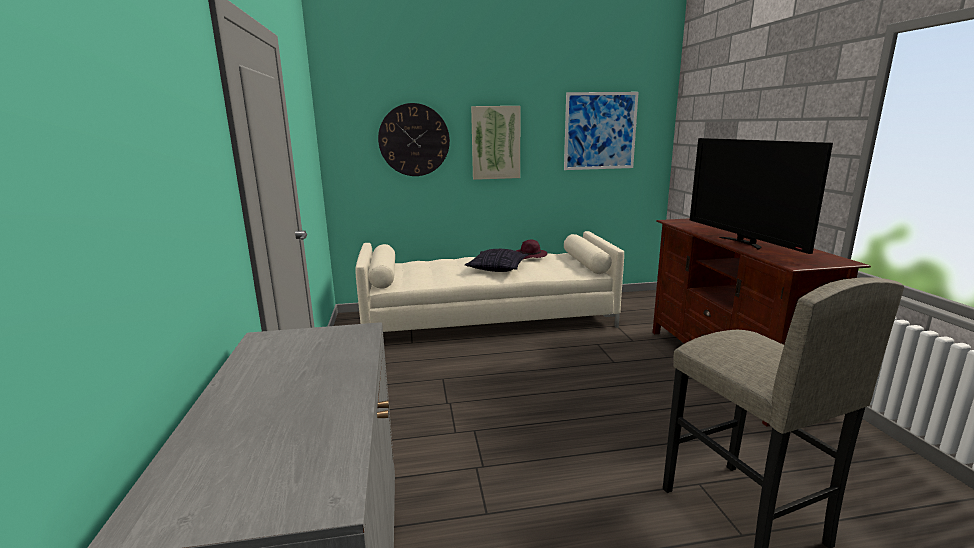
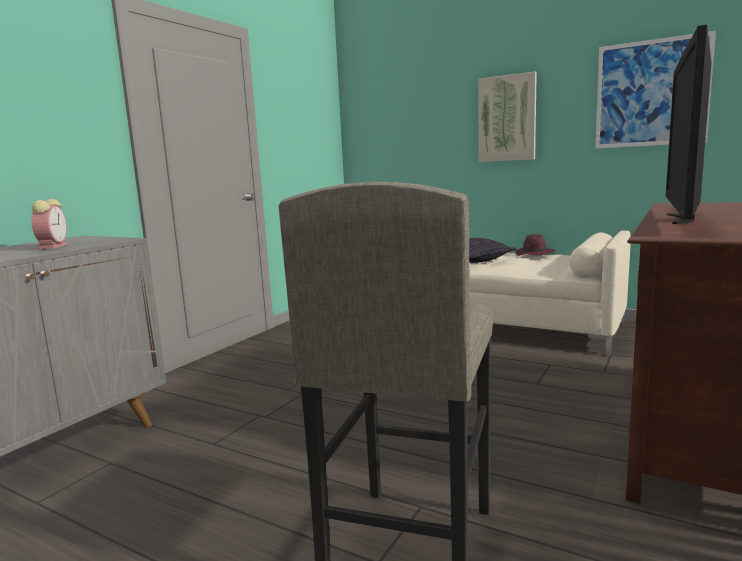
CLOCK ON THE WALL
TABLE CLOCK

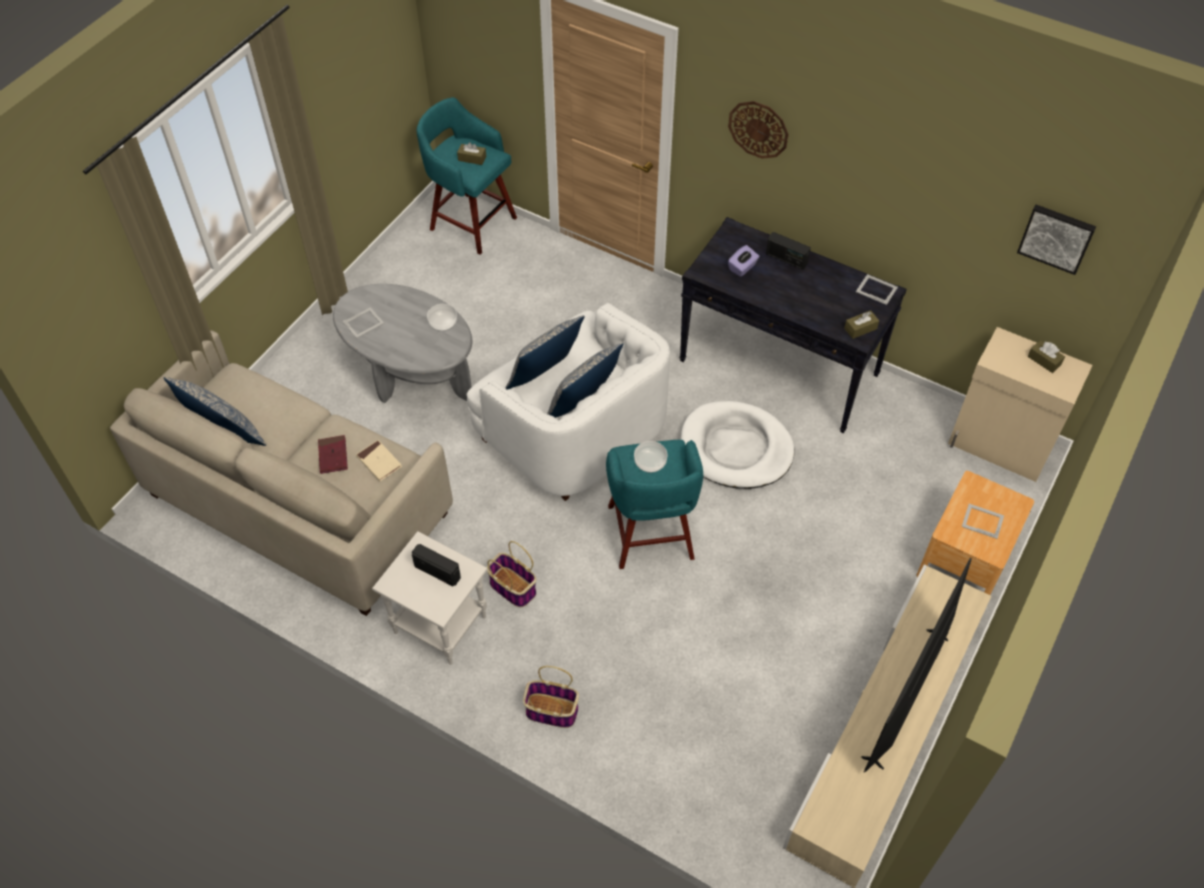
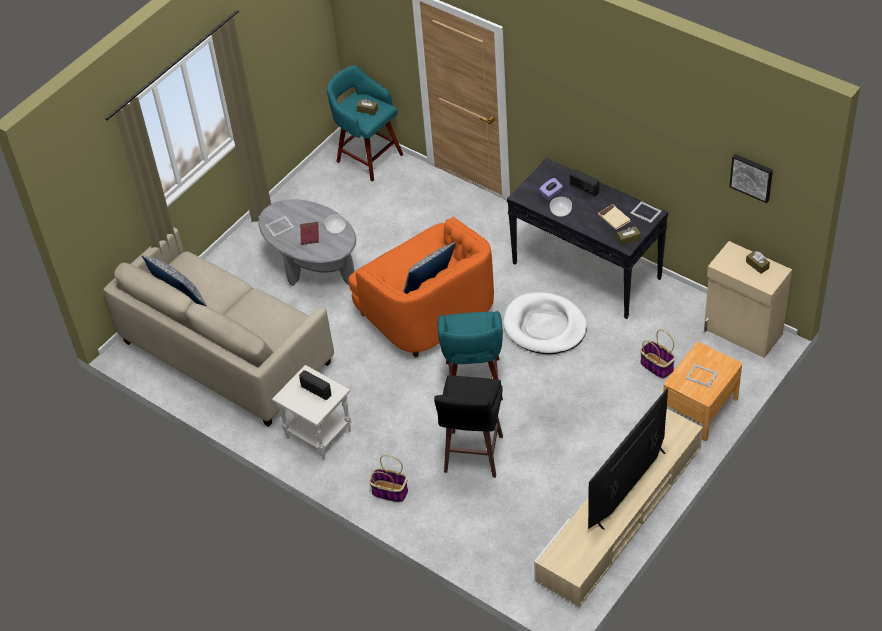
RED-COLOURED BOOK
BEIGE-COLOURED BOOK
ORANGE-COLOURED LOUNGE CHAIR
STORAGE BASKET (no. 2 from left)
CUSHION (no. 2 from left in the first image)
DEEP DISH (no. 2 from left)
CLOCK ON THE WALL
BLACK SITTING STOOL

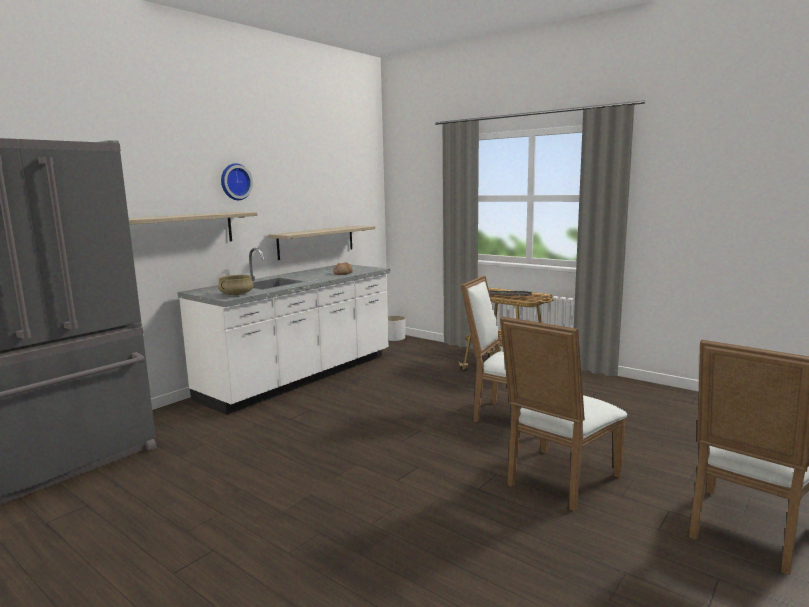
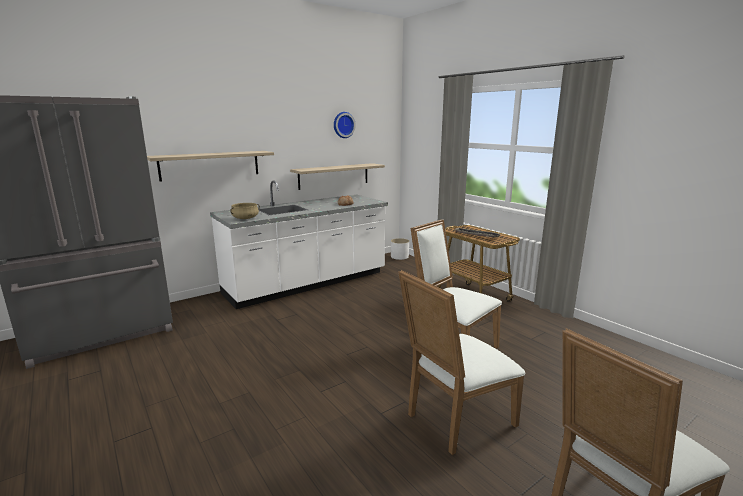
CLOCK ON THE WALL

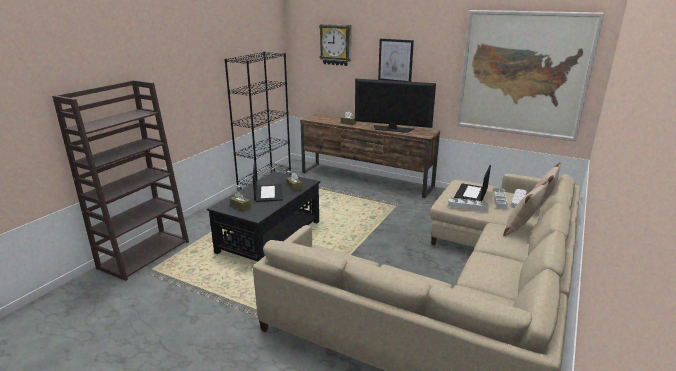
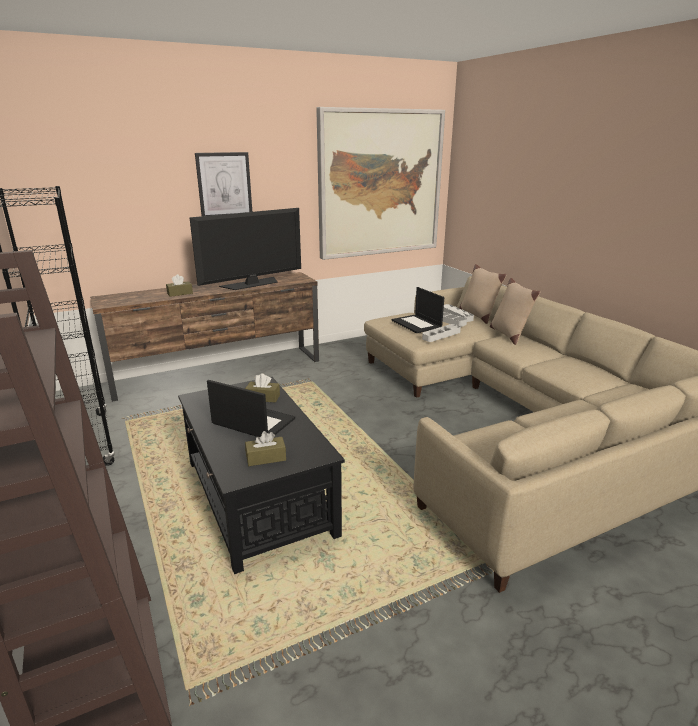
CLOCK ON THE WALL

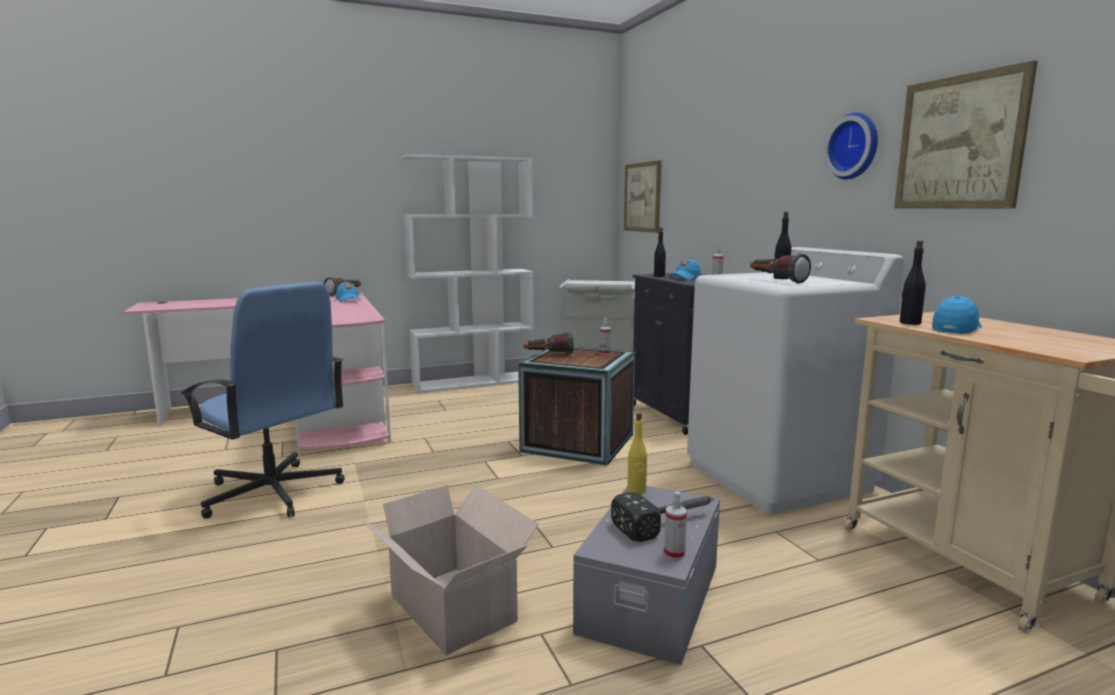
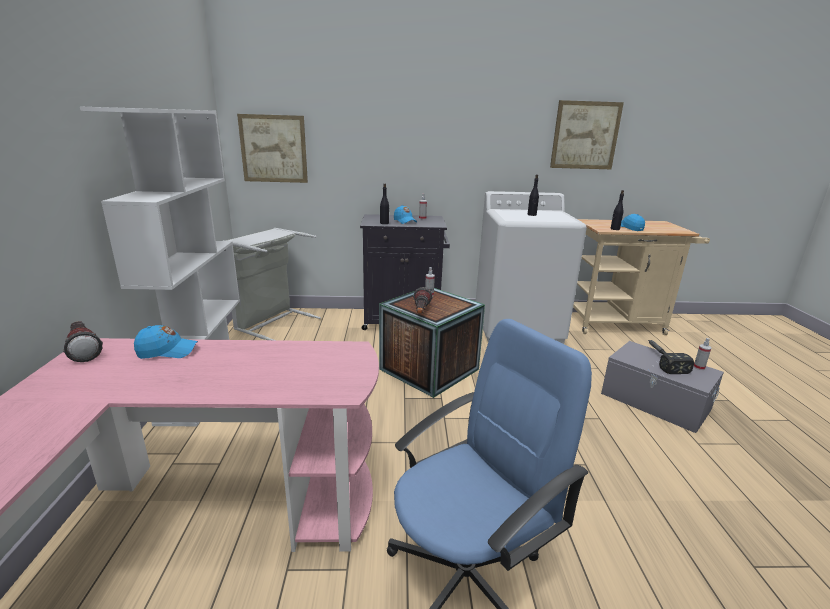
CARTON
YELLOW-COLOURED BOTTLE
TORCH (no. 3 from left in the first image)
CLOCK ON THE WALL

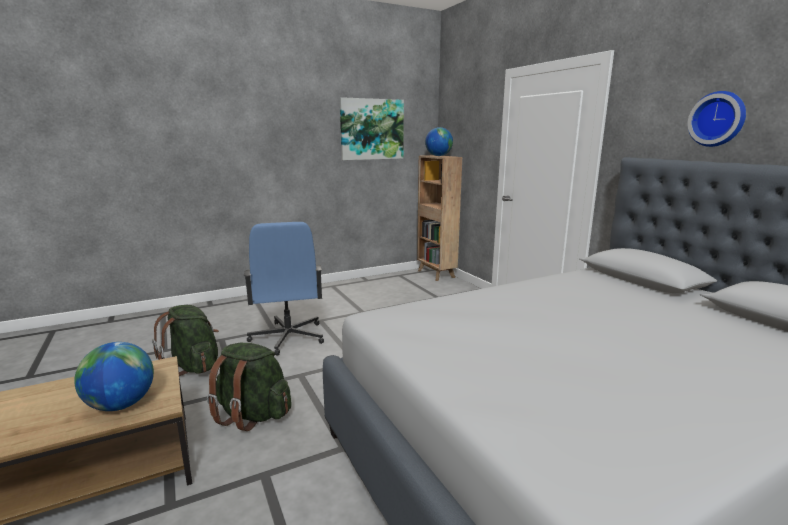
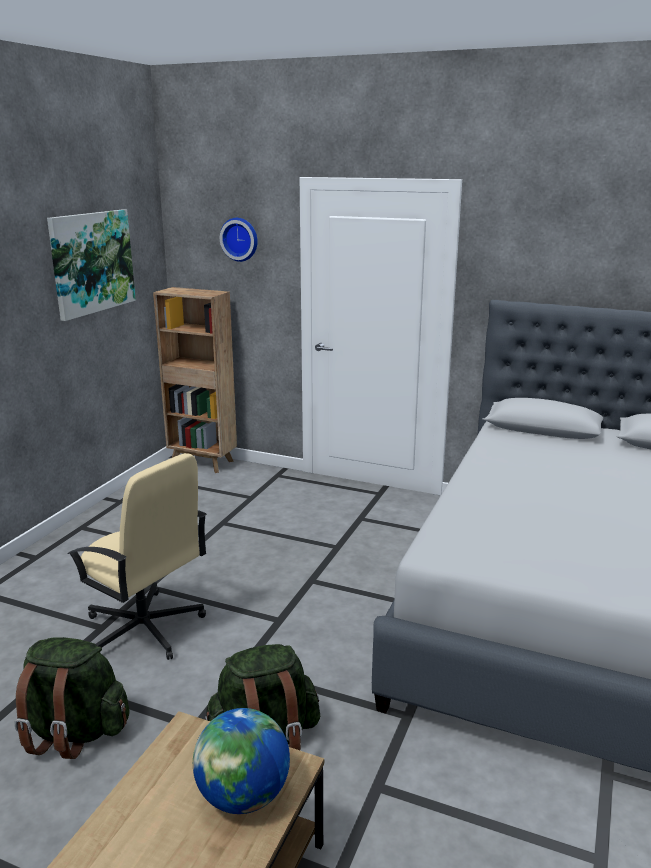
BEIGE-COLOURED DESK CHAIR
DESK GLOBE (no. 2 from left in the first image)
CLOCK ON THE WALL

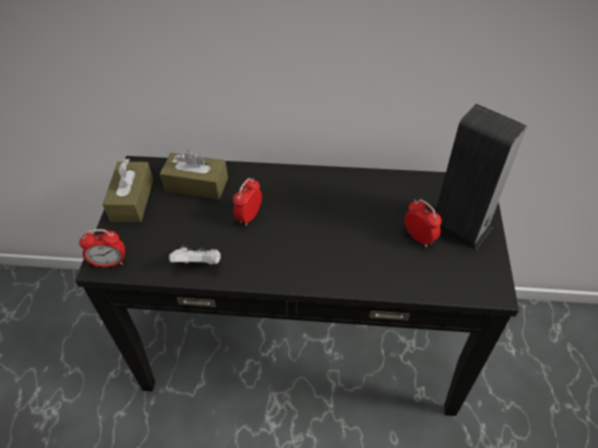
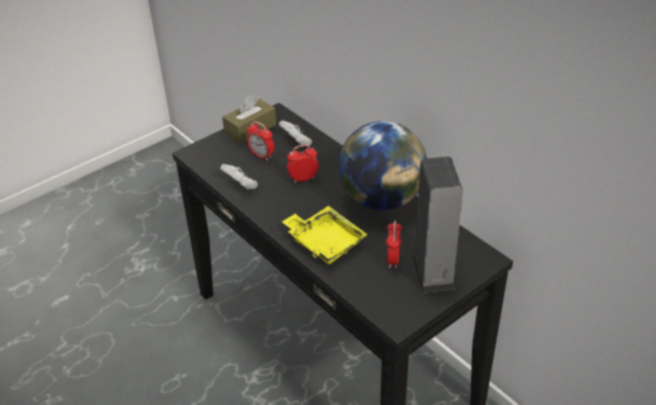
TABLE CLOCK (no. 1 from left)
WHITISH JOYPAD (no. 2 from left)
YELLOW-COLOURED TRAY
DESK GLOBE

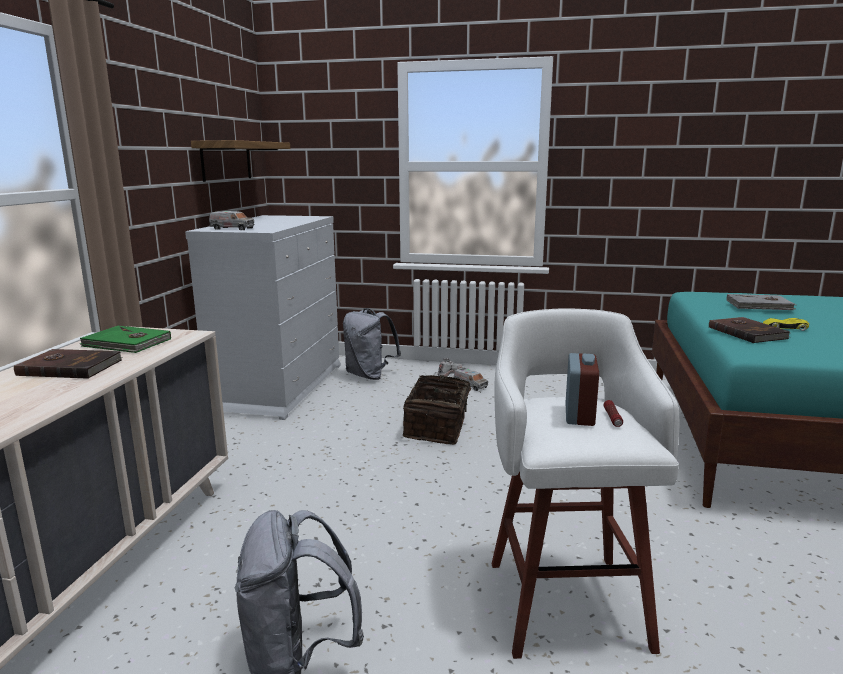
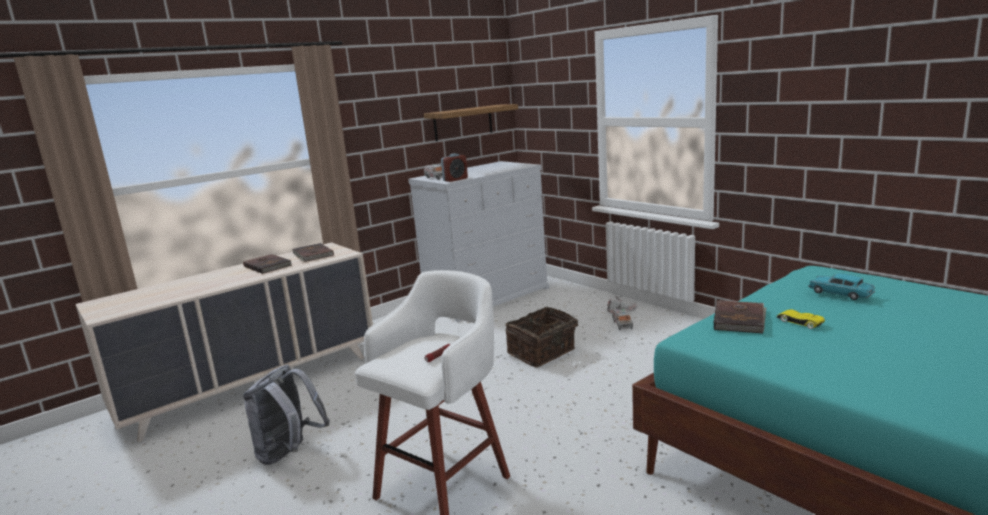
BROWNISH BOOK (no. 2 from left)
GREY RUCKSACK (no. 2 from left in the first image)
TABLE CLOCK
TURQUOISE MINIATURE CAR

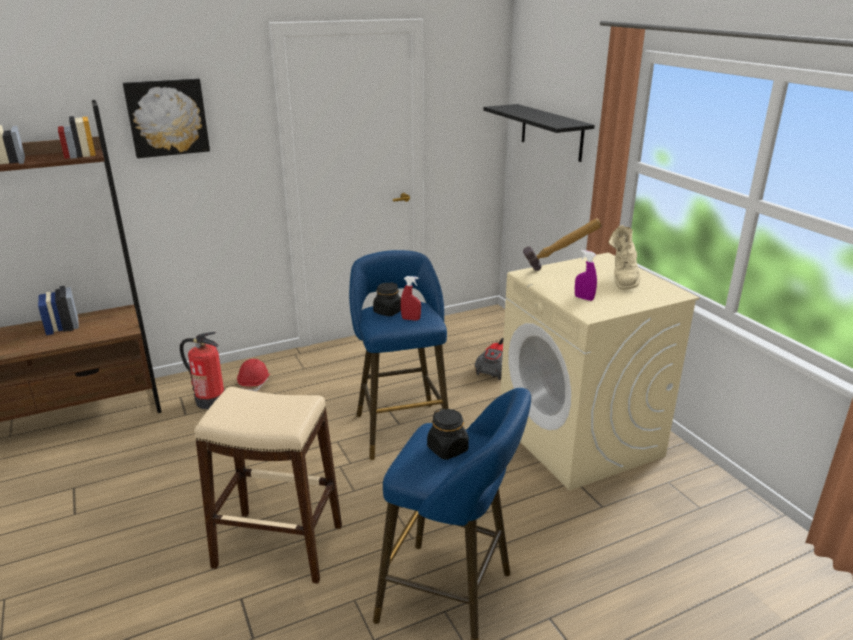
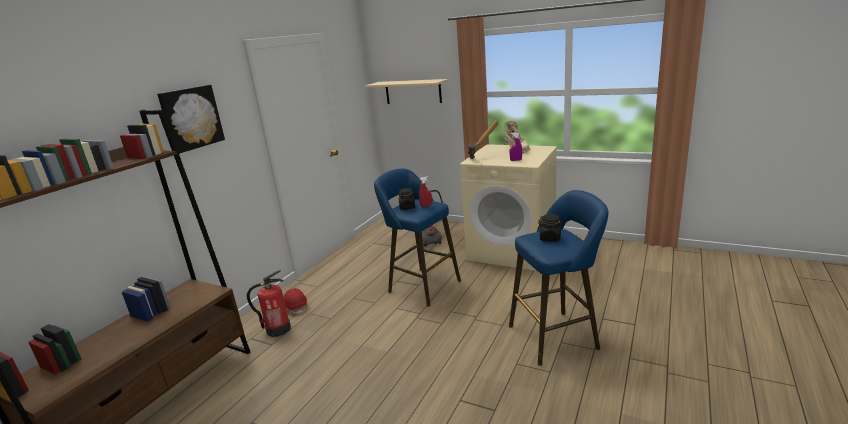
BEIGE-COLOURED SITTING STOOL
BEIGE-COLOURED WALL SHELF

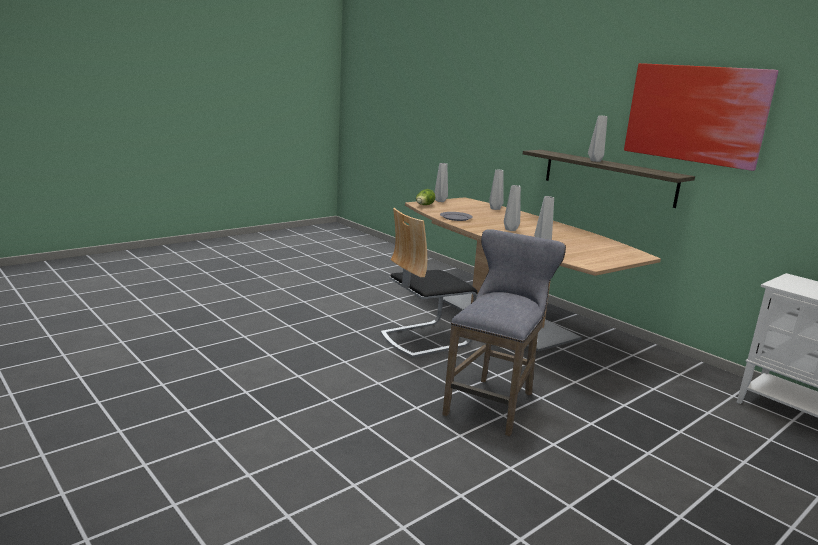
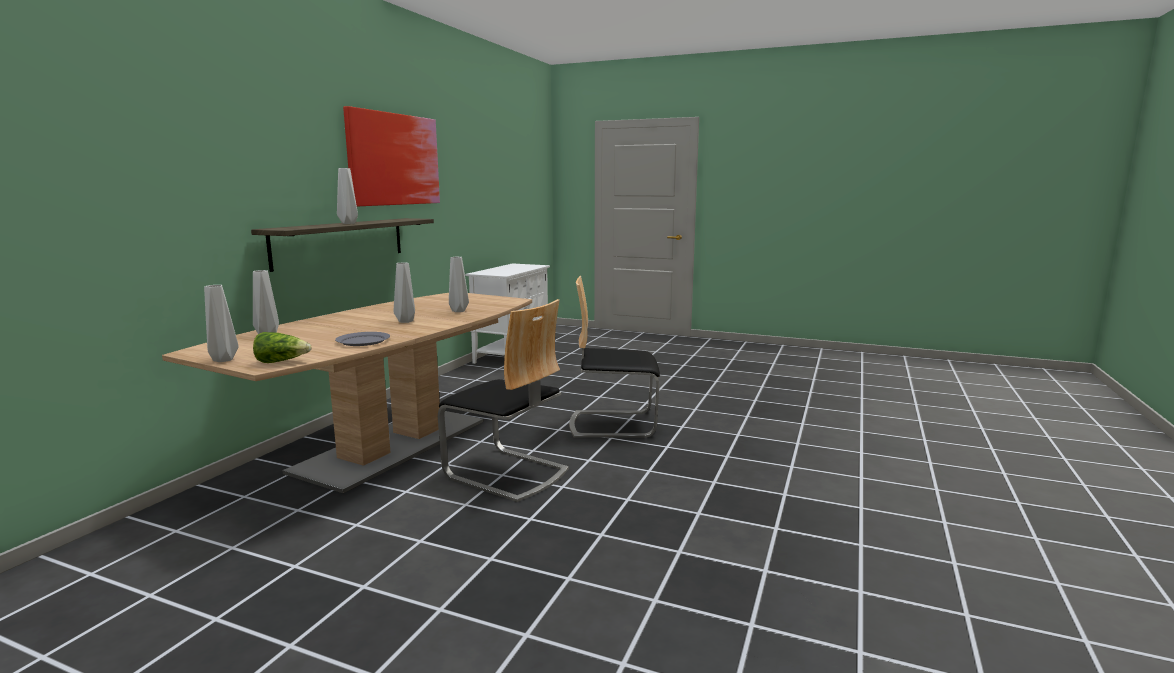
CHAIR (no. 2 from left)

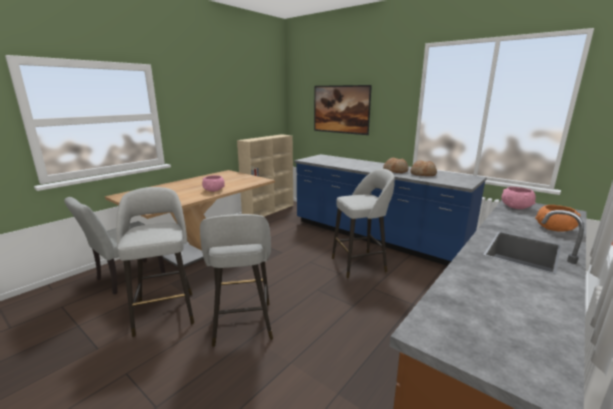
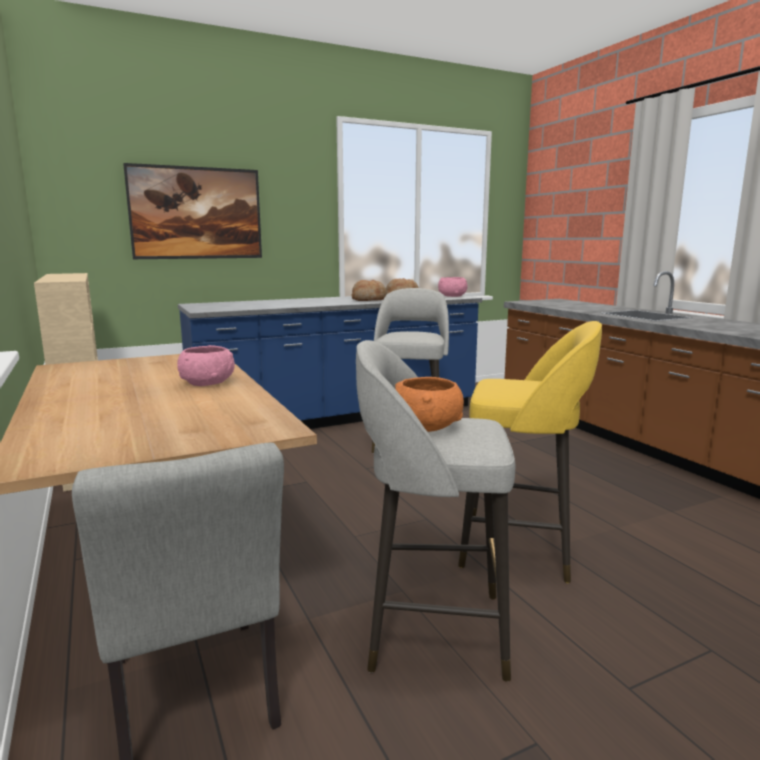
YELLOW-COLOURED SITTING STOOL
PINK DEEP DISH (no. 2 from left)
ORANGE-COLOURED DEEP DISH

